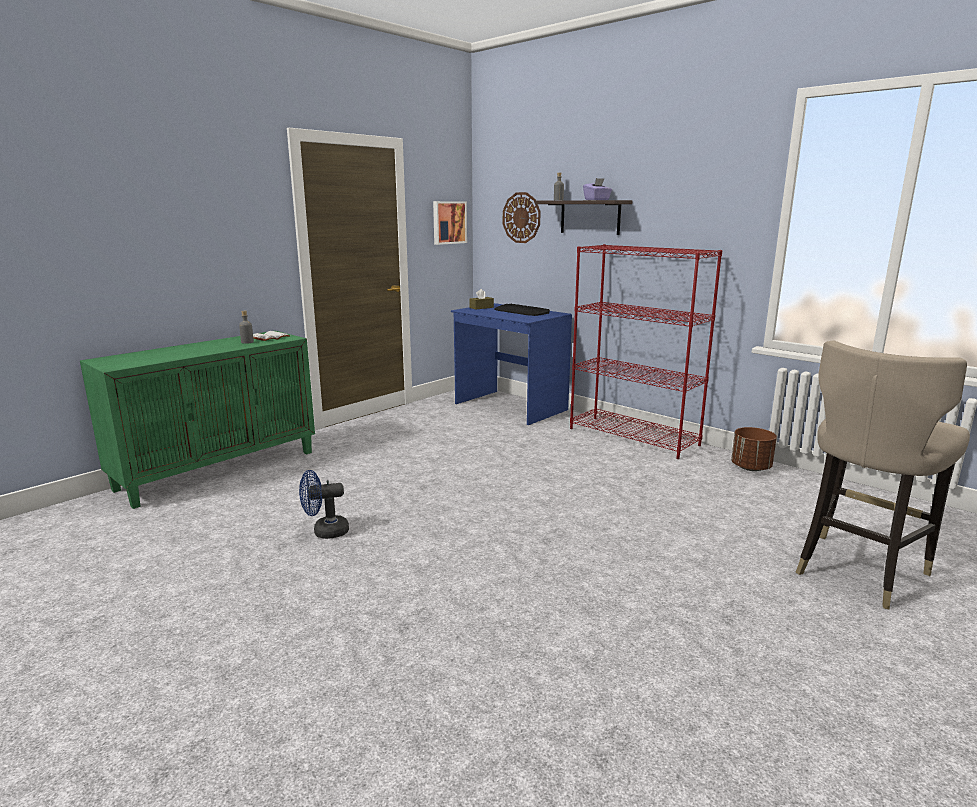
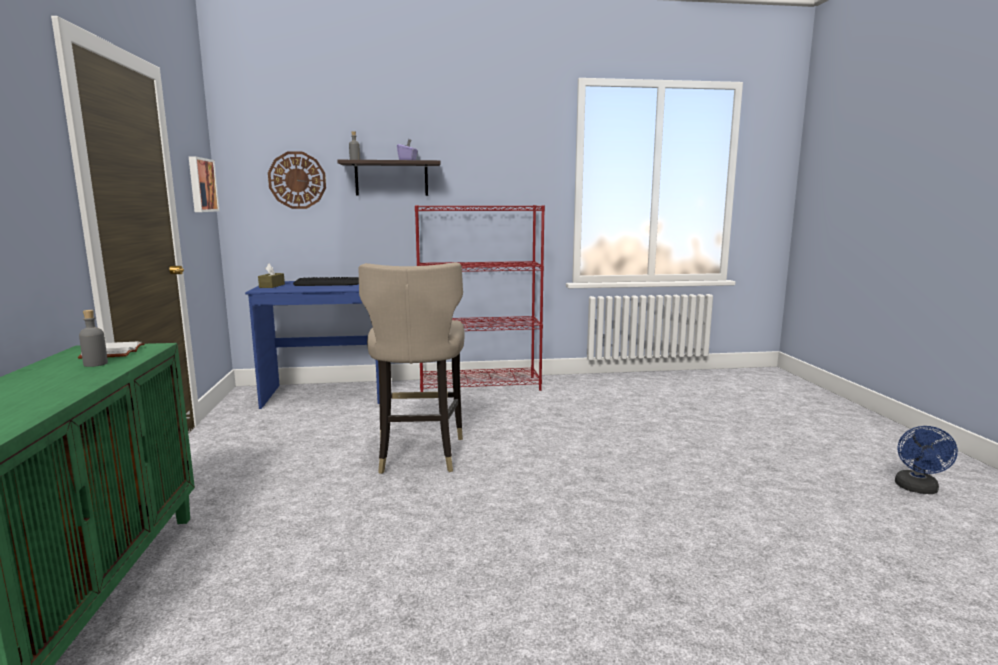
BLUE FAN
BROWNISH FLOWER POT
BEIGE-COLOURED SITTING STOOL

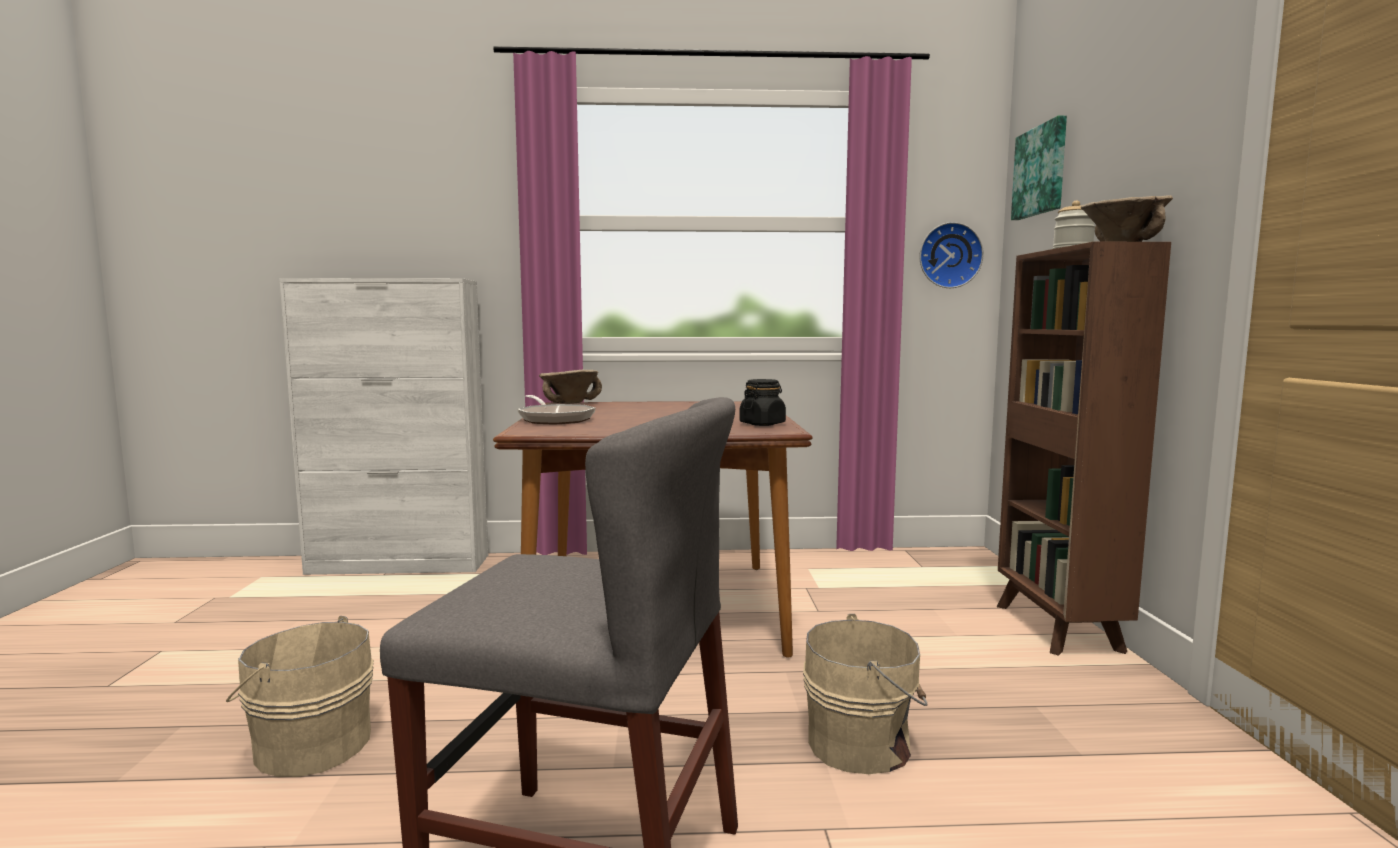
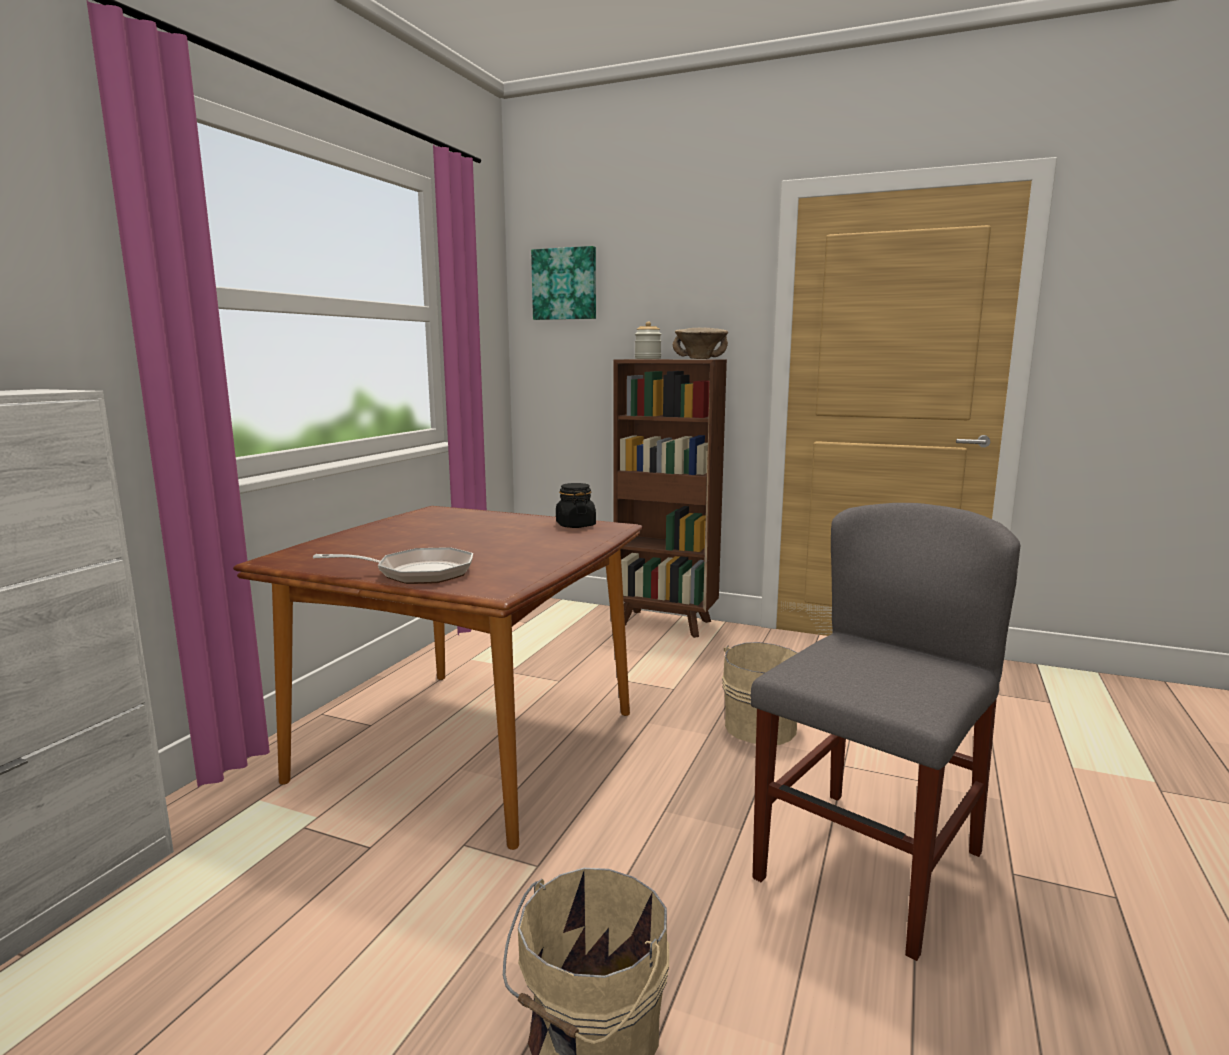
BEIGE-COLOURED DEEP DISH (no. 1 from left in the first image)
CLOCK ON THE WALL

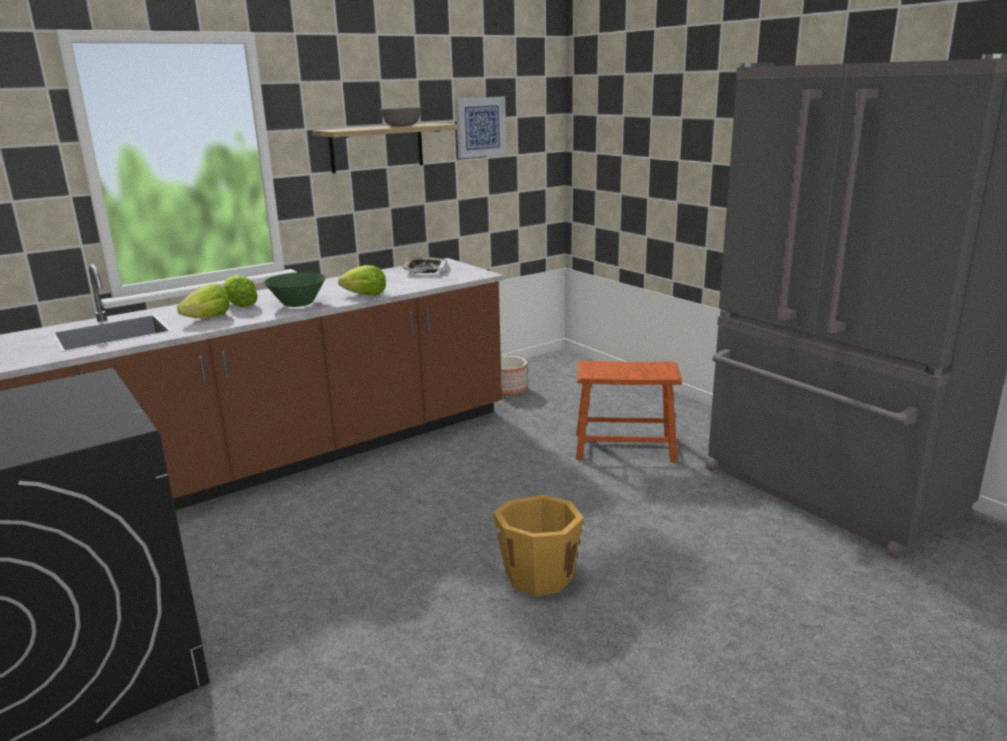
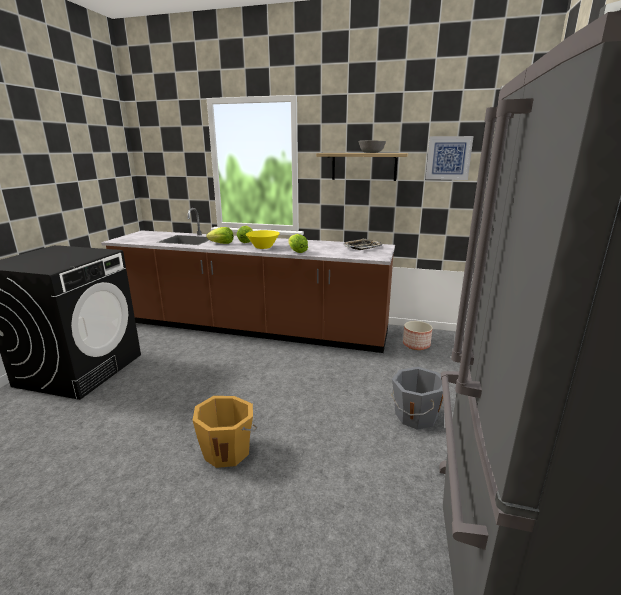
YELLOW-COLOURED DEEP DISH
GREY WATER BUCKET

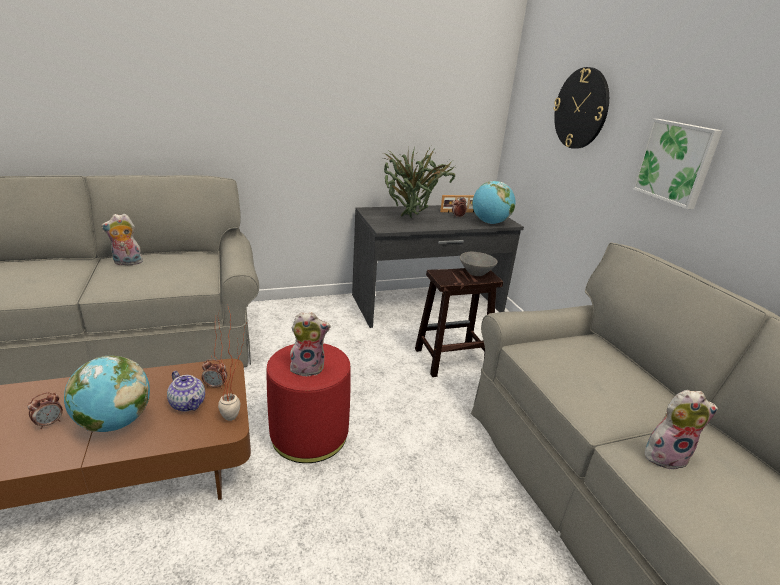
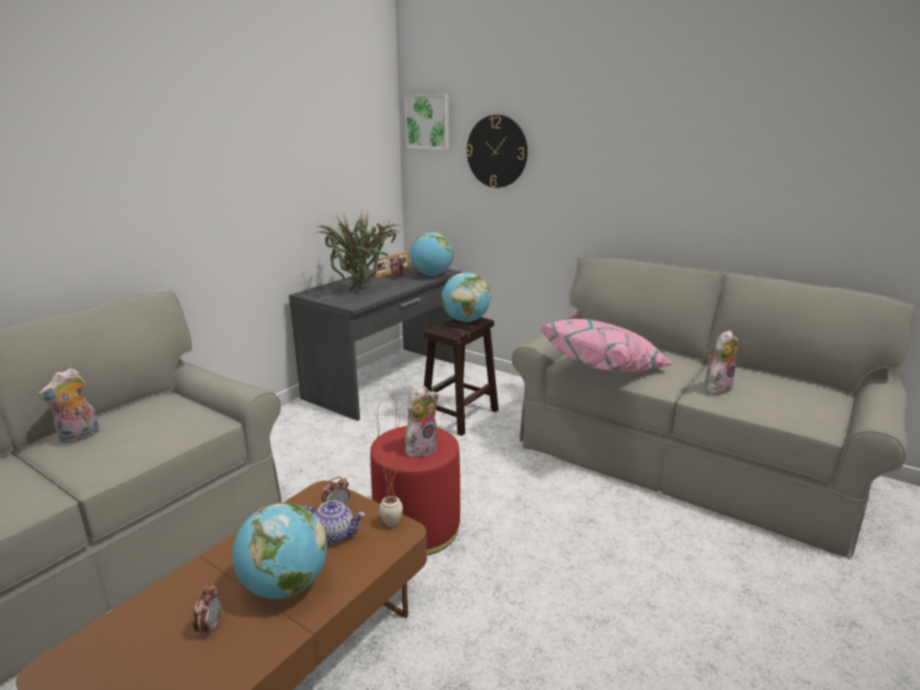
DESK GLOBE (no. 3 from left)
WALL PICTURE
PINK CUSHION

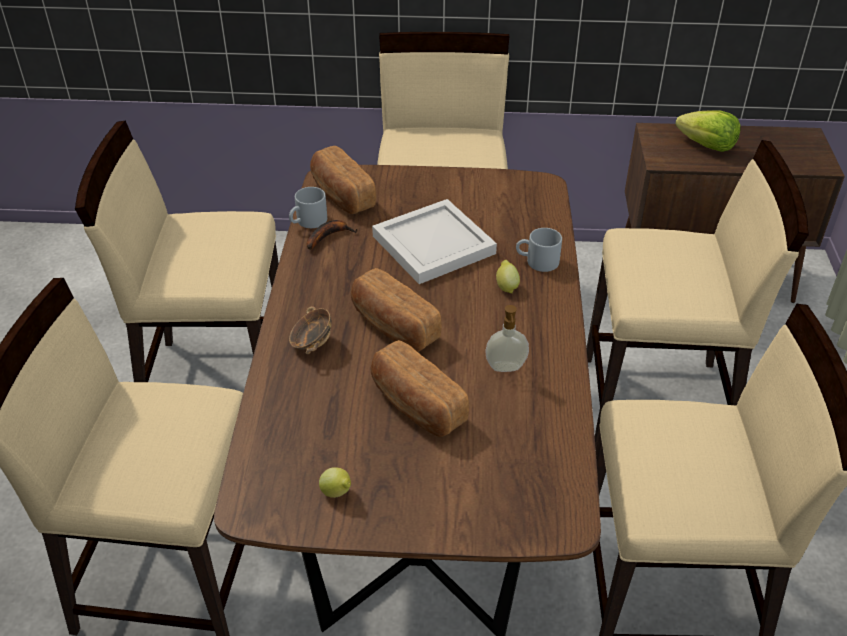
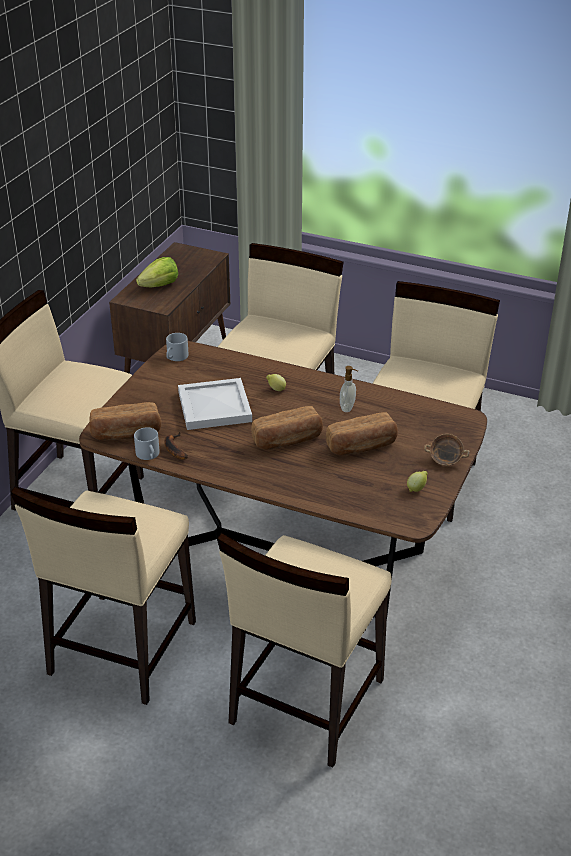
DEEP DISH
GREY COFFEE MUG (no. 2 from left)

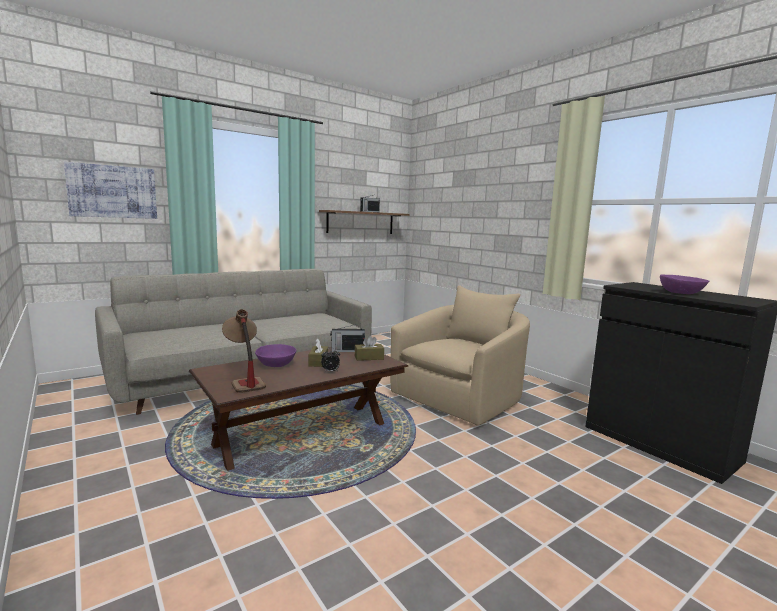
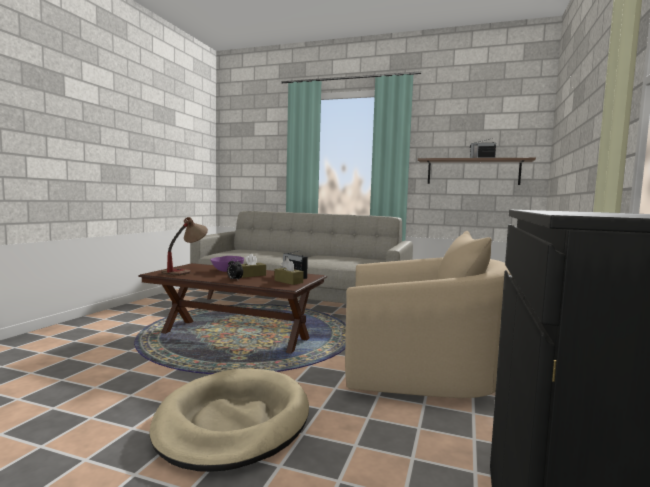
WALL PICTURE
PURPLISH DEEP DISH (no. 2 from left in the first image)
BEIGE-COLOURED DOG CUSHION

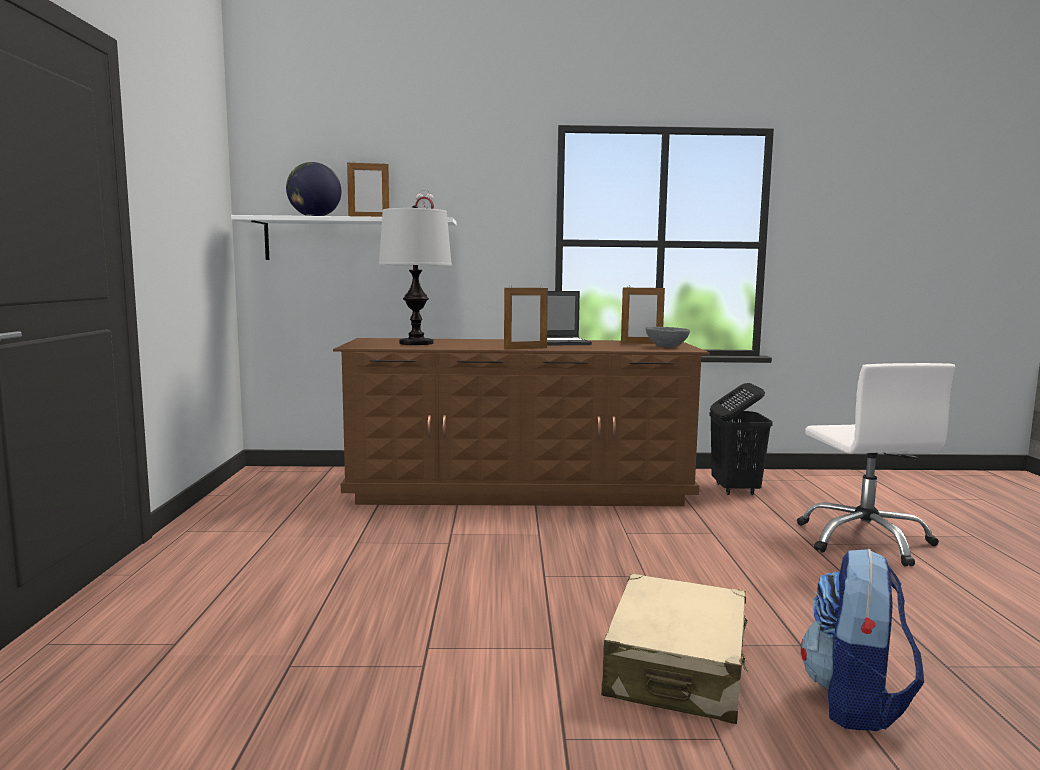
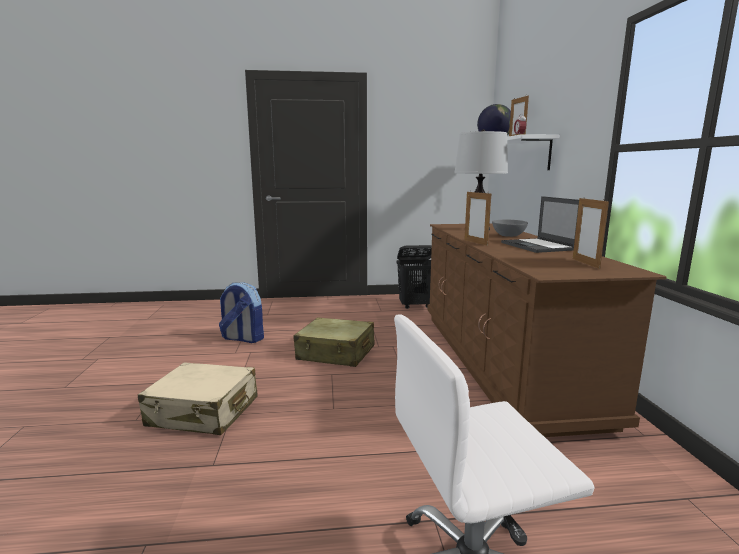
GREY DEEP DISH
BLACK HAMPER
RUCKSACK
BEIGE-COLOURED SUITCASE (no. 2 from left)

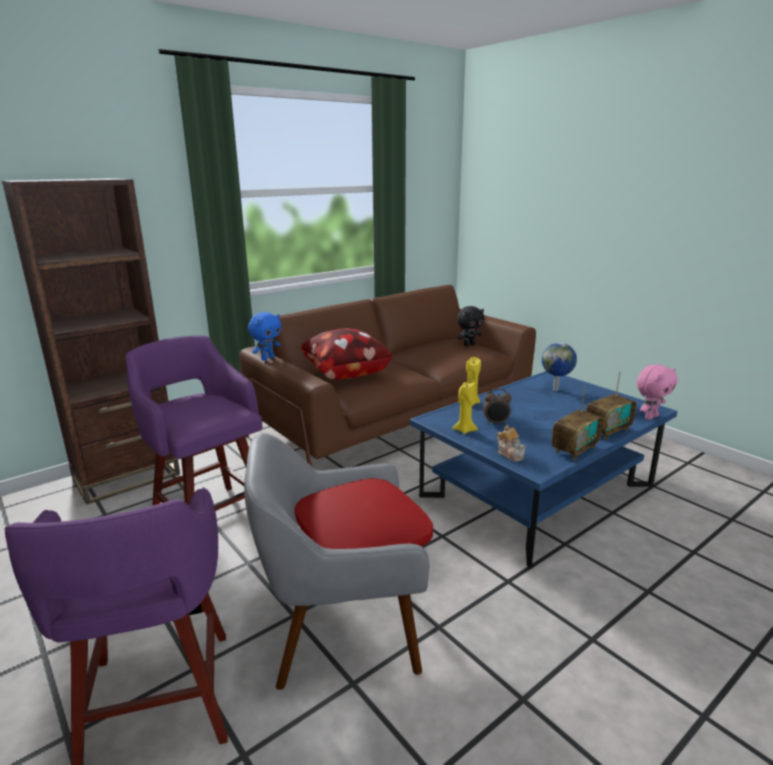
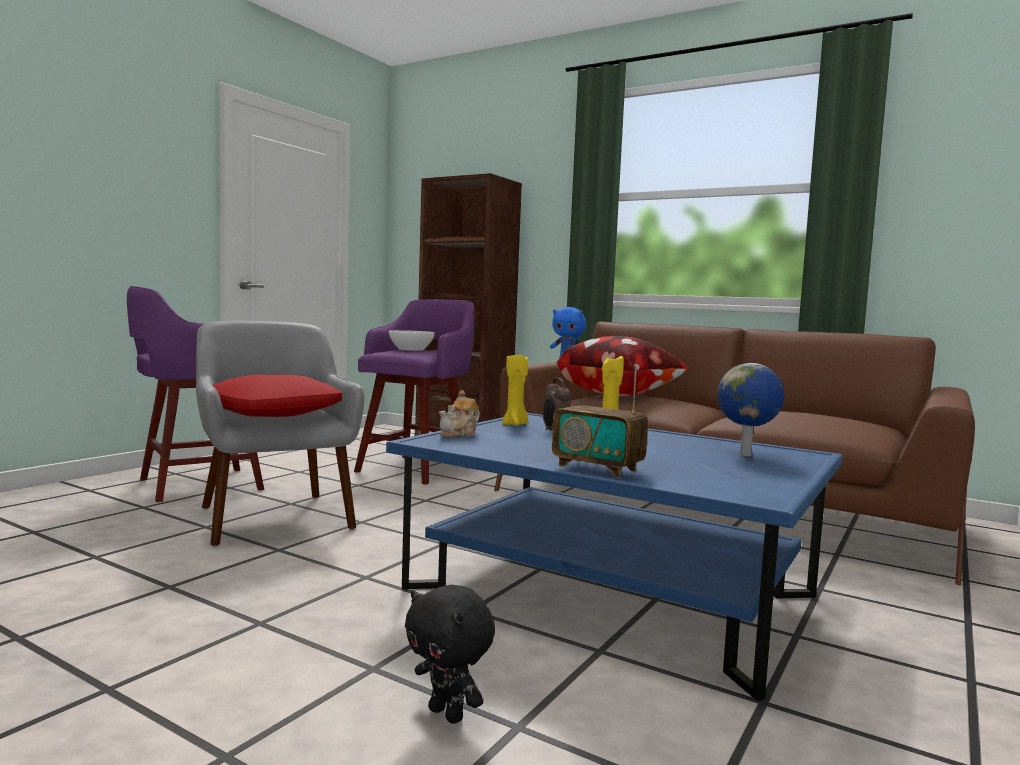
BLACK SOFT TOY
RADIO SET (no. 1 from left in the first image)
PINK SOFT TOY
WHITISH DEEP DISH

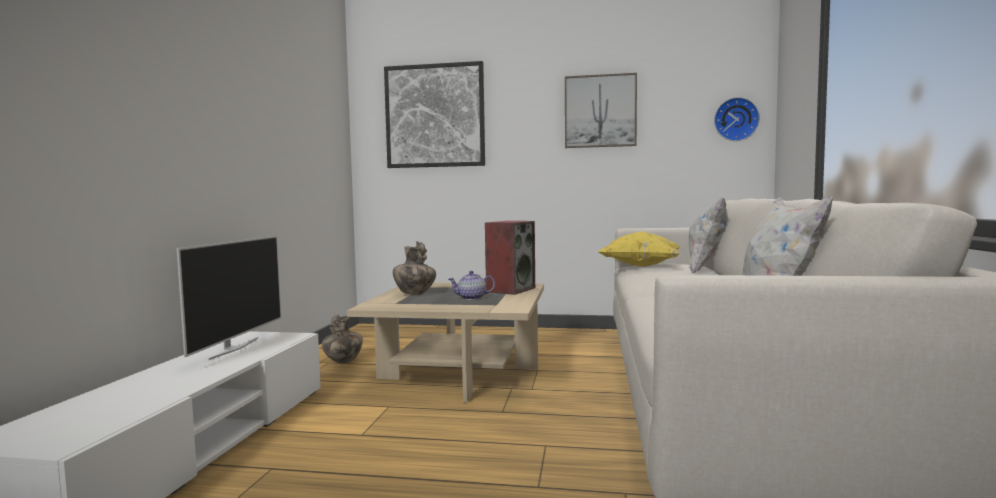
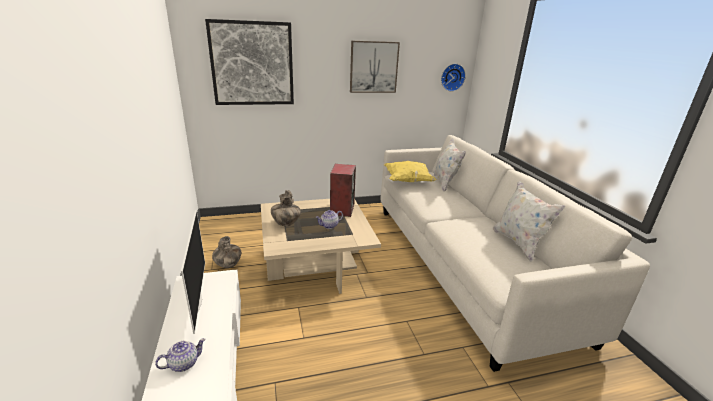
TEA POT (no. 1 from left)

